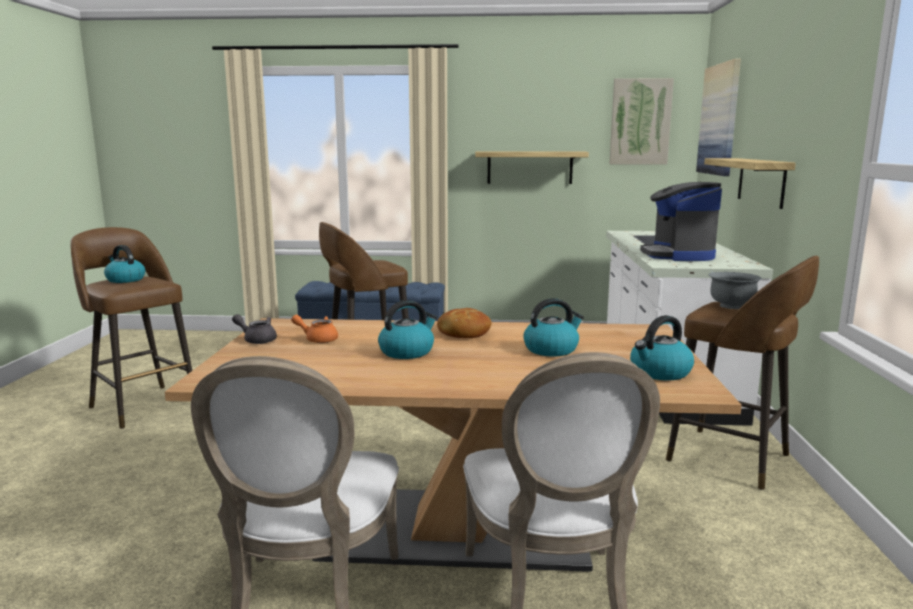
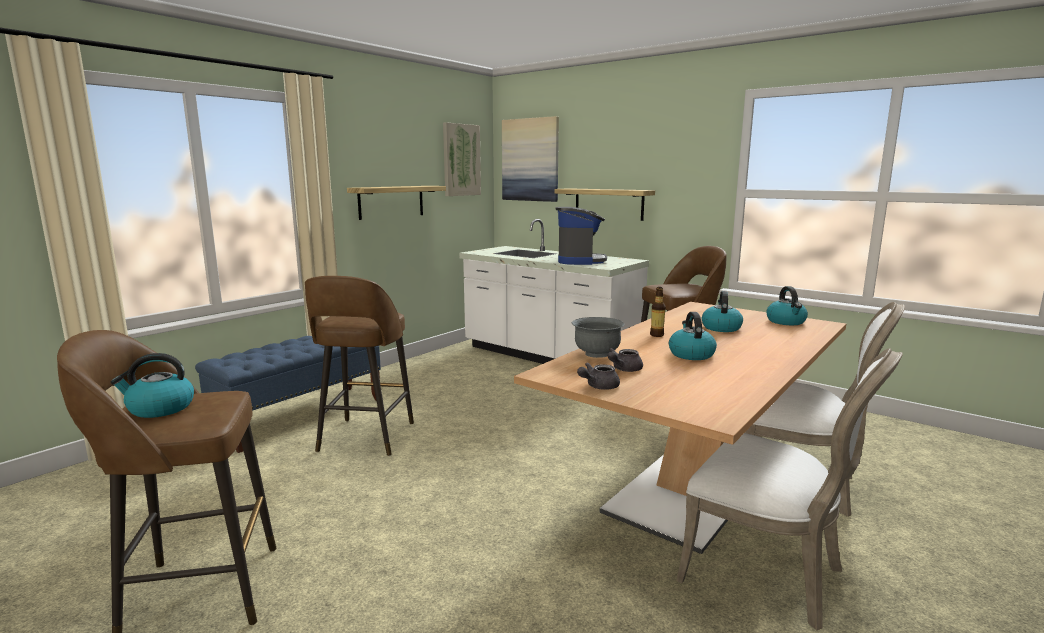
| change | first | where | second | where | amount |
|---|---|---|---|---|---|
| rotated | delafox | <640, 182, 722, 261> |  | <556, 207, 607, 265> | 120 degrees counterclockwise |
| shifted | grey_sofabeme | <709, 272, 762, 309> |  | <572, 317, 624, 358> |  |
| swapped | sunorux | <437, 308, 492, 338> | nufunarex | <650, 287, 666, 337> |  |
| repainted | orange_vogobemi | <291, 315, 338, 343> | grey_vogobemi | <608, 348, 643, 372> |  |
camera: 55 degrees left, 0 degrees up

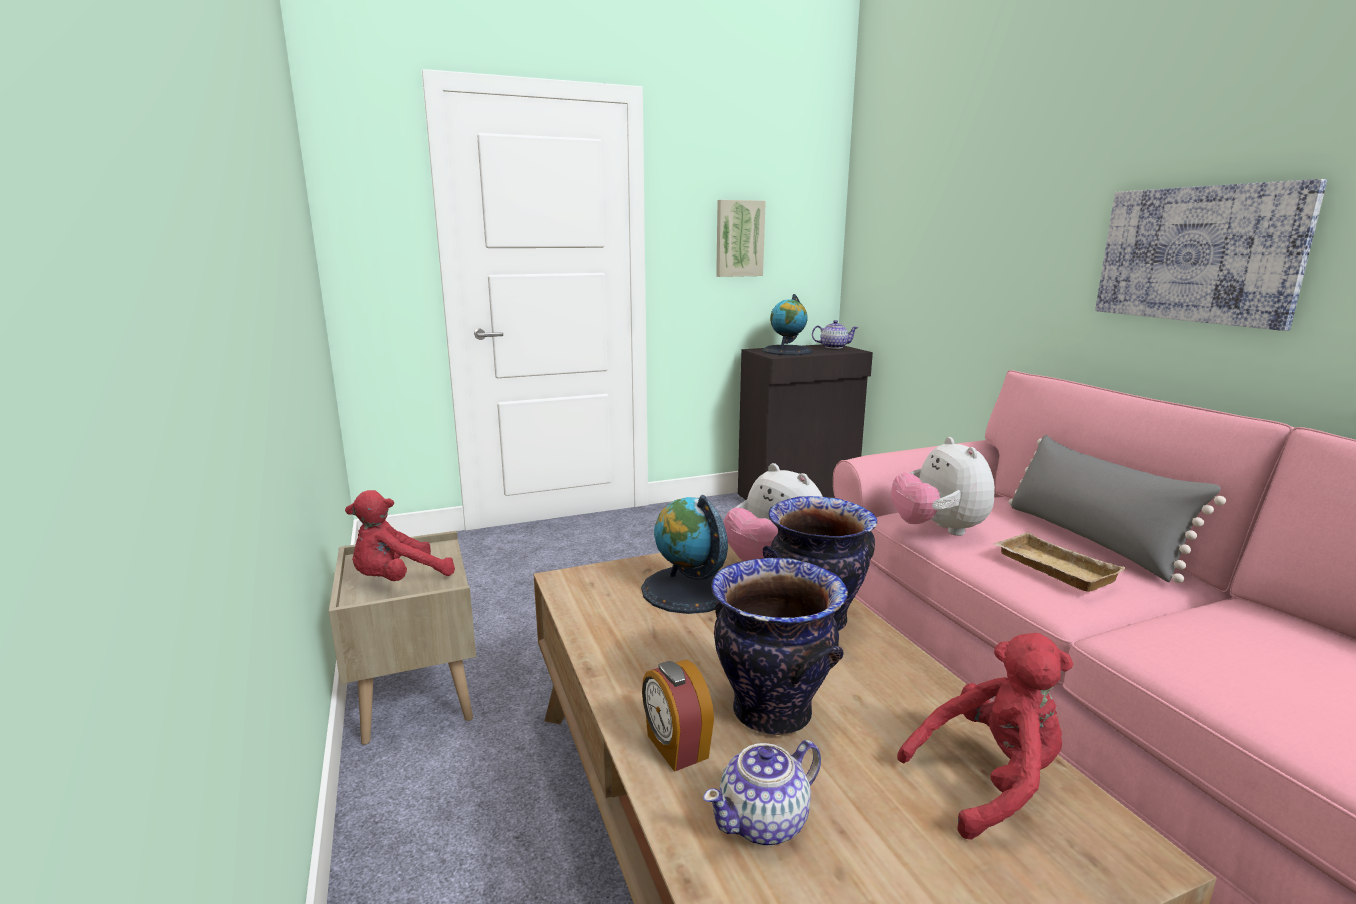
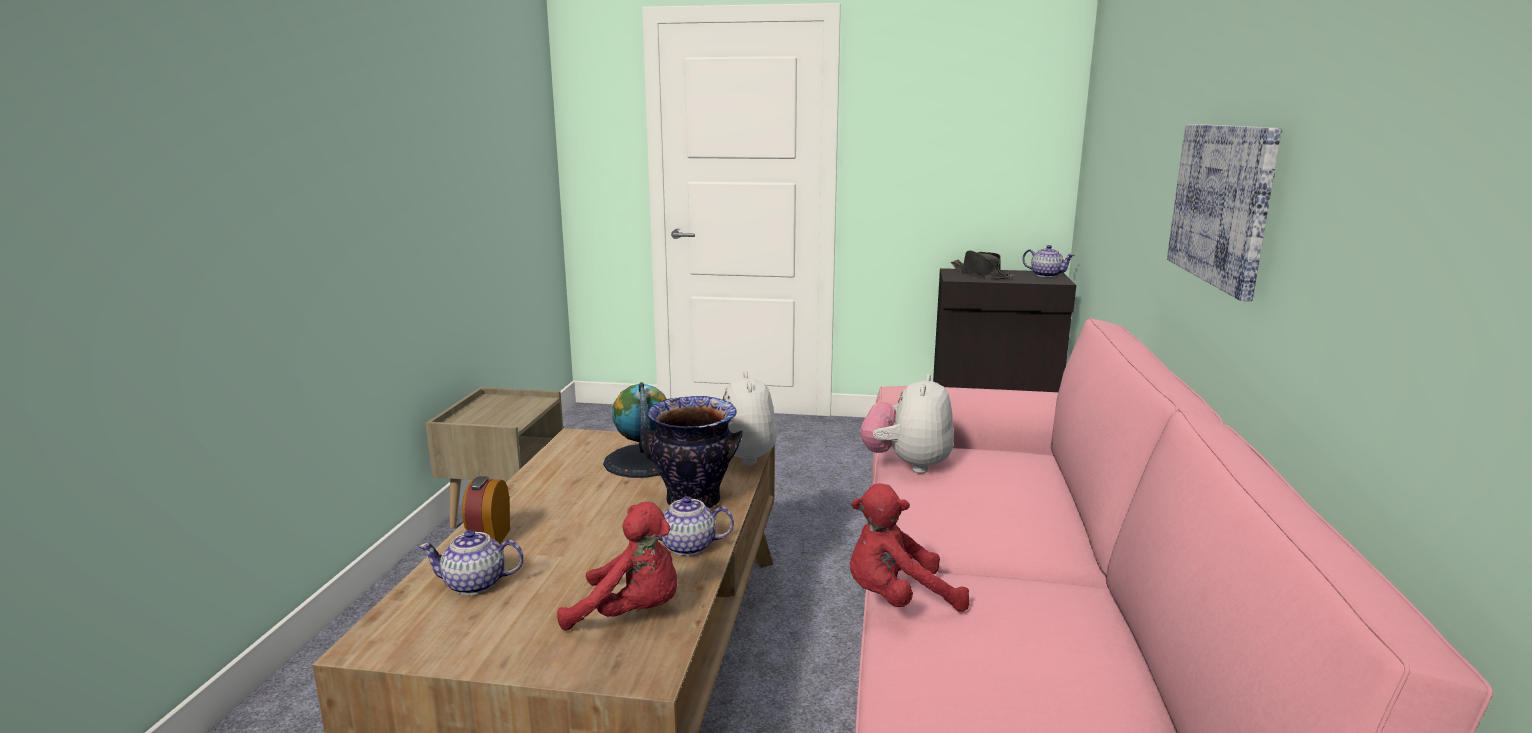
| change | first | where | second | where | amount |
|---|---|---|---|---|---|
| gone | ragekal | <716, 200, 766, 277> |  |  |  |
| swapped | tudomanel | <762, 294, 813, 355> | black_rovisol | <951, 250, 1014, 279> |  |
| gone | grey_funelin | <1008, 435, 1226, 583> |  |  |  |
| shifted | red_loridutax | <345, 490, 455, 581> |  | <850, 484, 970, 612> |  |
| gone | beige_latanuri | <993, 532, 1126, 592> |  |  |  |
| gone | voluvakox | <711, 557, 848, 735> |  |  |  |
| new |  |  | vogobemi | <659, 496, 734, 556> |  |
camera: 30 degrees right, 0 degrees up

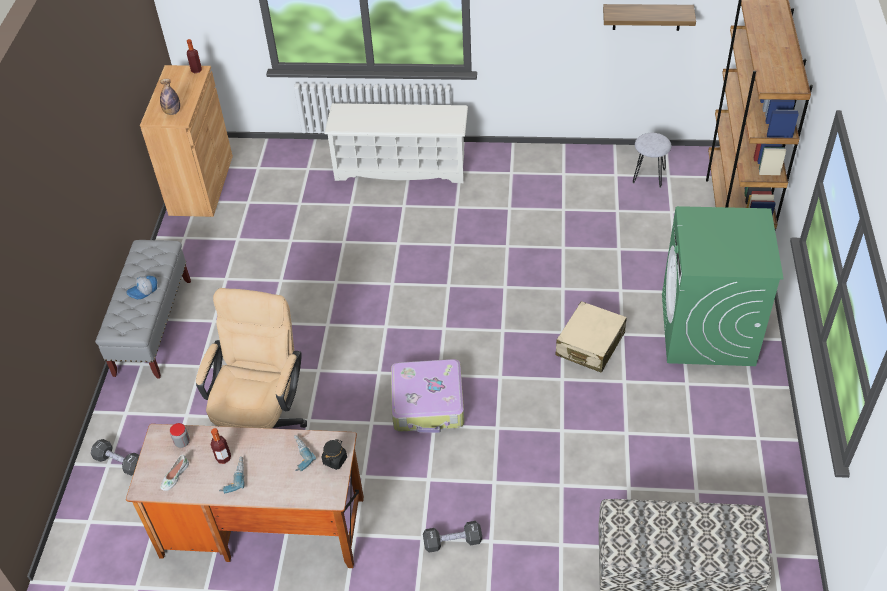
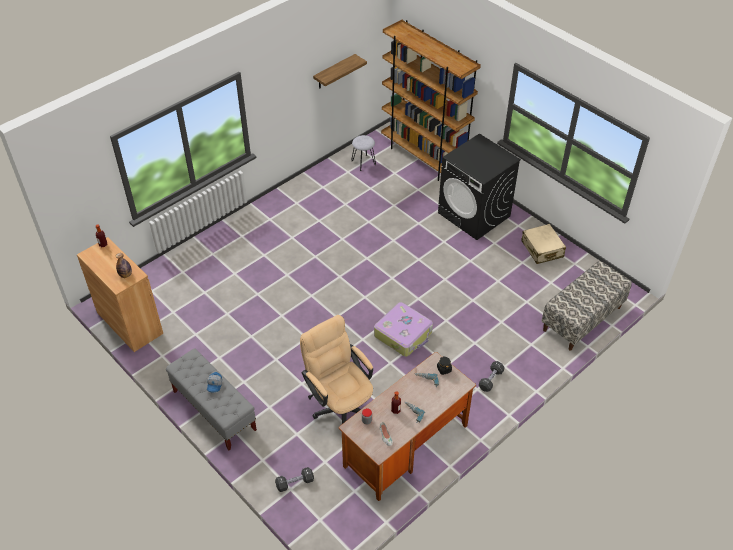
| change | first | where | second | where | amount |
|---|---|---|---|---|---|
| gone | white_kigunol | <324, 103, 468, 183> |  |  |  |
| repainted | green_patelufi | <662, 206, 784, 366> | black_patelufi | <438, 133, 521, 240> |  |
| shifted | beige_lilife | <556, 301, 627, 373> |  | <521, 224, 566, 264> |  |
camera: 50 degrees left, 0 degrees up

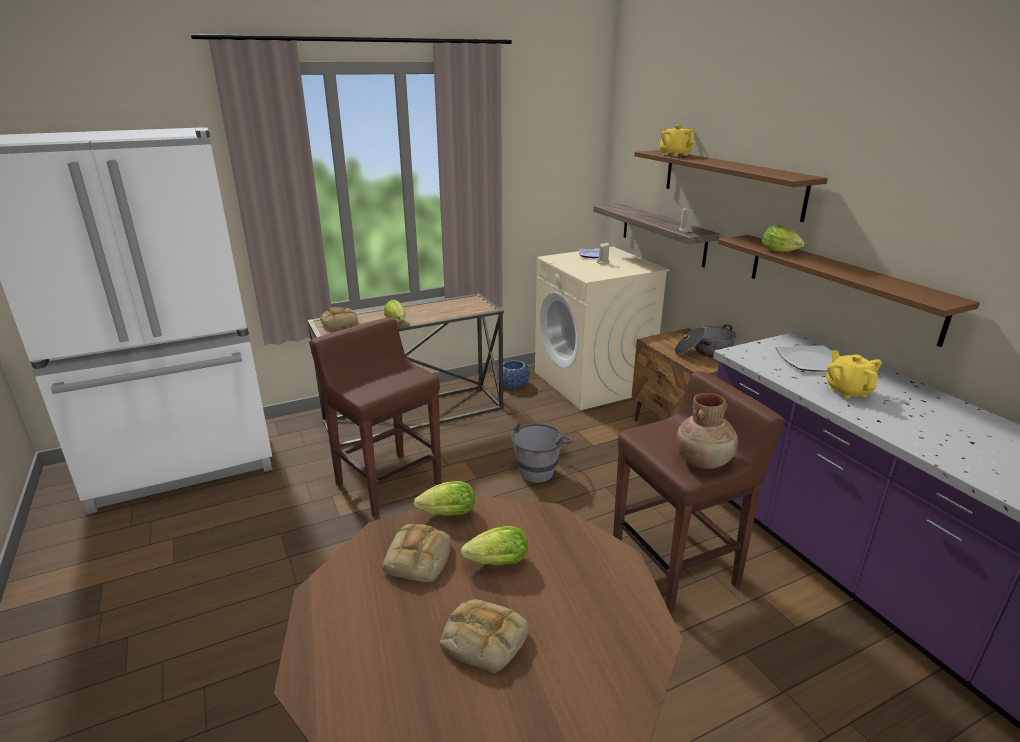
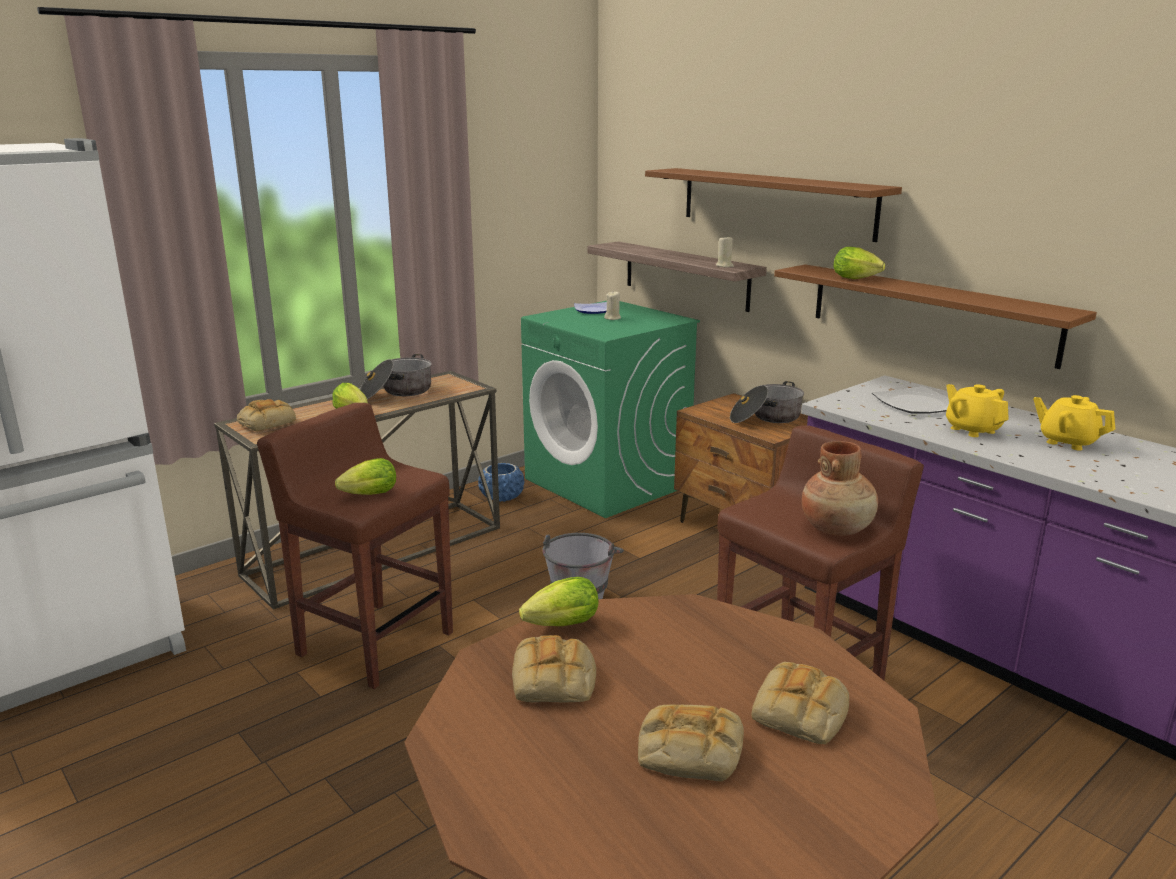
| change | first | where | second | where | amount |
|---|---|---|---|---|---|
| shifted | yellow_vogobemi | <660, 125, 694, 157> |  | <1033, 395, 1115, 451> |  |
| repainted | beige_patelufi | <535, 247, 670, 410> | green_patelufi | <521, 301, 700, 518> |  |
| shifted | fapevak | <461, 526, 528, 565> |  | <335, 458, 396, 495> |  |
| new |  |  | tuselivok | <360, 354, 432, 399> |  |
| new |  |  | sunorux | <752, 662, 849, 744> |  |
camera: 15 degrees left, 5 degrees down

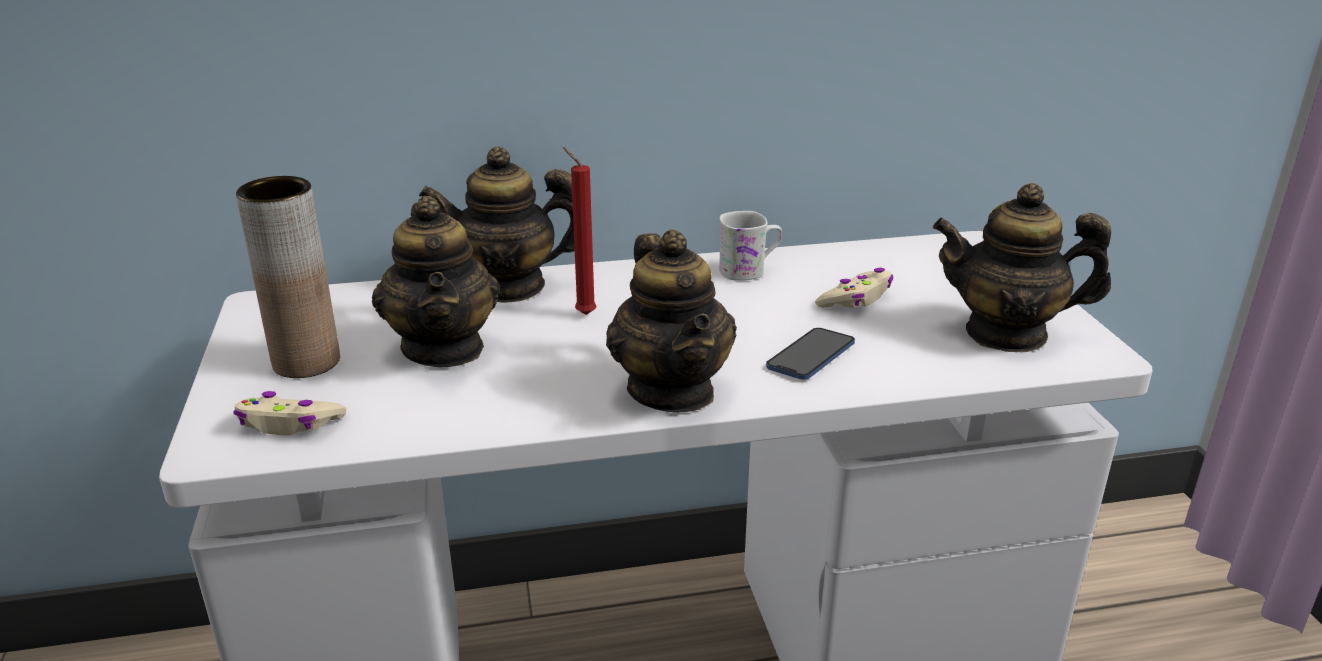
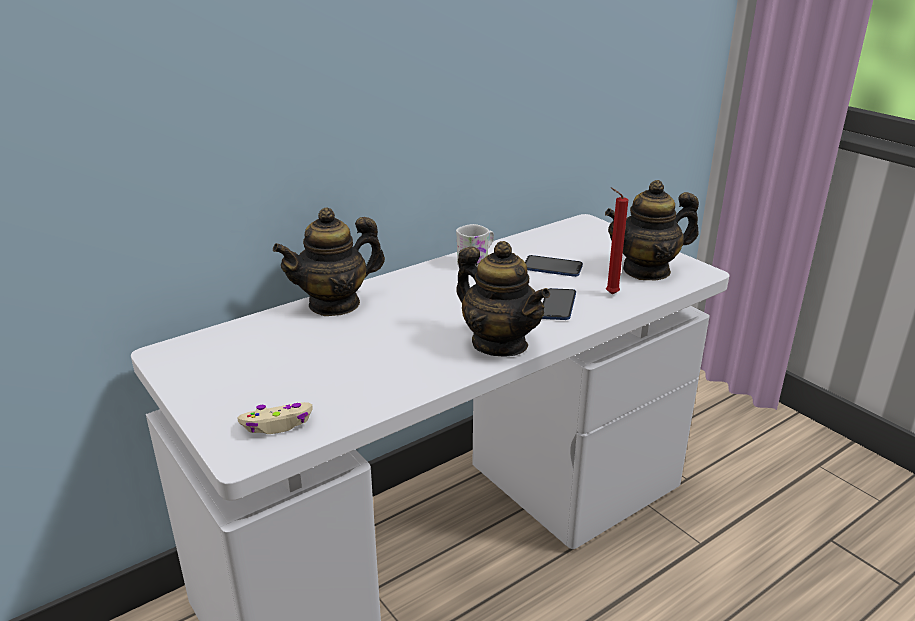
| change | first | where | second | where | amount |
|---|---|---|---|---|---|
| shifted | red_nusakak | <563, 147, 597, 315> |  | <606, 188, 628, 294> |  |
| gone | brown_voluvakox | <236, 176, 340, 378> |  |  |  |
| gone | vogobemi | <372, 196, 500, 367> |  |  |  |
| swapped | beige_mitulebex | <815, 268, 893, 308> | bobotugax | <525, 255, 583, 277> |  |
camera: 25 degrees left, 0 degrees up

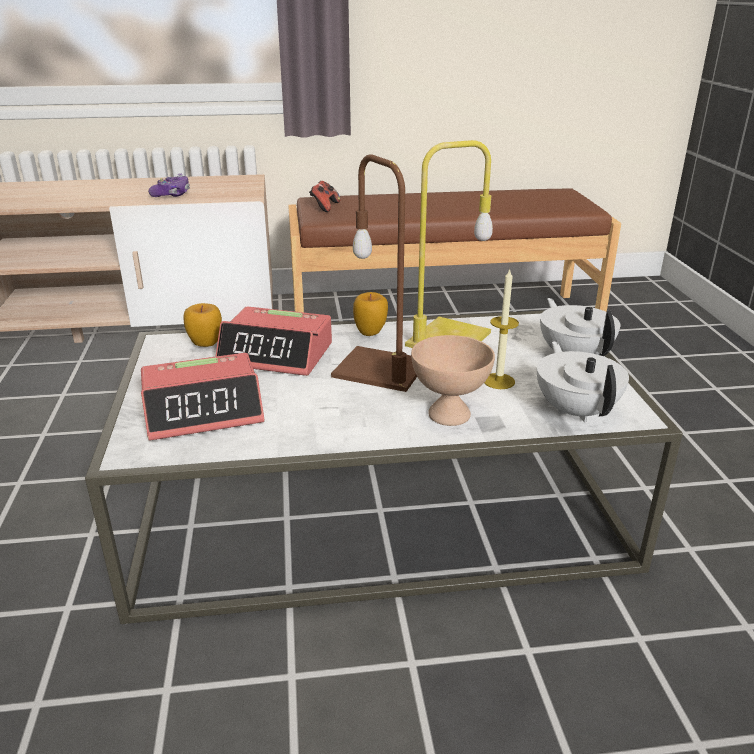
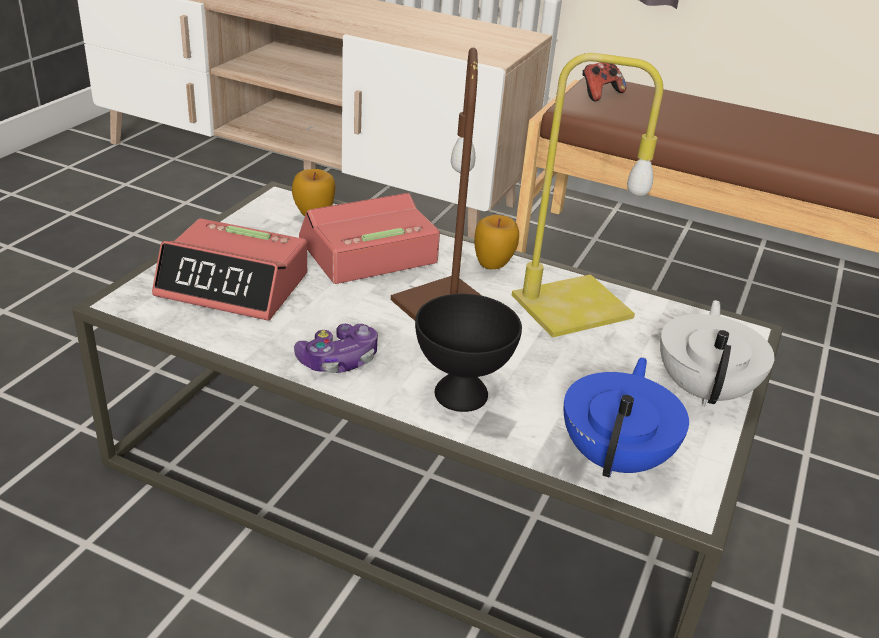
| change | first | where | second | where | amount |
|---|---|---|---|---|---|
| shifted | mitulebex | <148, 173, 190, 197> |  | <294, 324, 378, 373> |  |
| gone | nusakak | <484, 268, 519, 389> |  |  |  |
| rotated | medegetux | <215, 306, 332, 376> |  | <299, 193, 440, 284> | 105 degrees clockwise |
| repainted | beige_sofabeme | <411, 335, 495, 426> | black_sofabeme | <415, 294, 522, 412> |  |
| repainted | white_vogobemi | <537, 341, 629, 423> | blue_vogobemi | <564, 357, 689, 477> |  |
camera: 30 degrees right, 5 degrees up

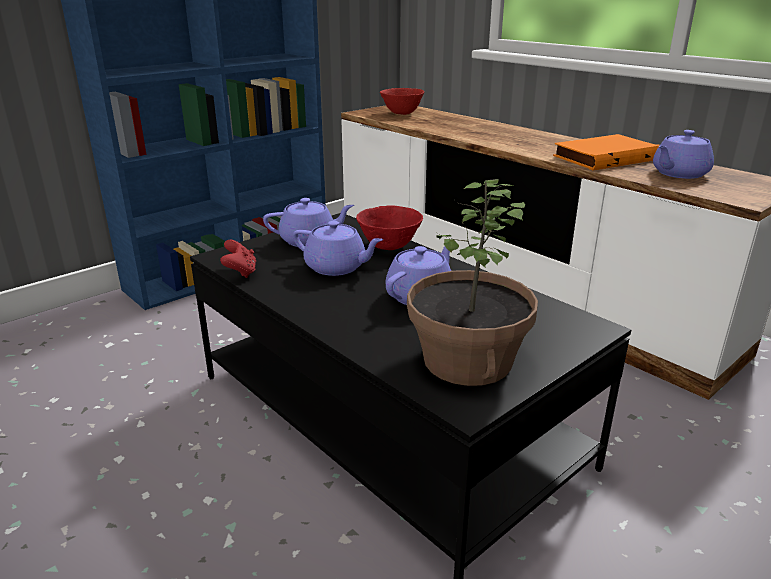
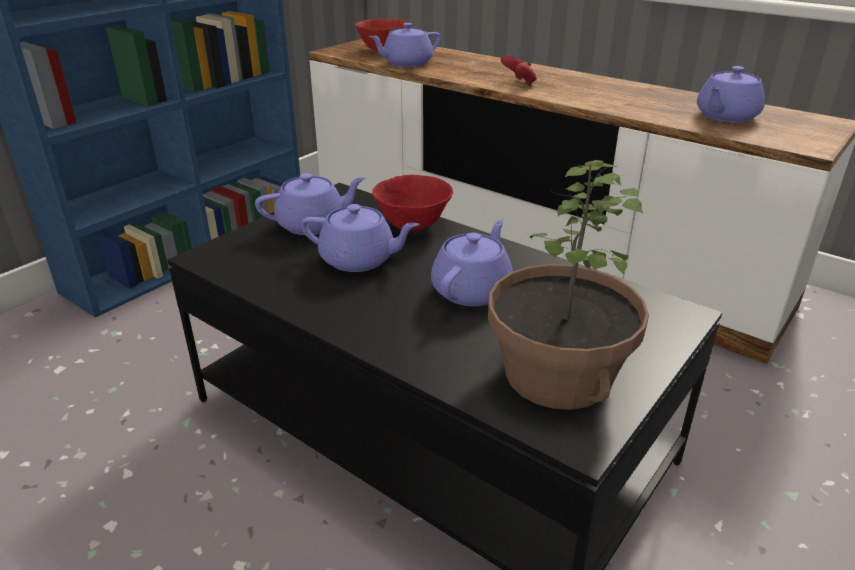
| change | first | where | second | where | amount |
|---|---|---|---|---|---|
| gone | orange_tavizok | <553, 134, 660, 170> |  |  |  |
| shifted | red_mitulebex | <220, 240, 256, 278> |  | <501, 55, 536, 86> |  |
| new |  |  | purple_vogobemi | <369, 23, 441, 67> |  |
camera: 10 degrees left, 5 degrees up

